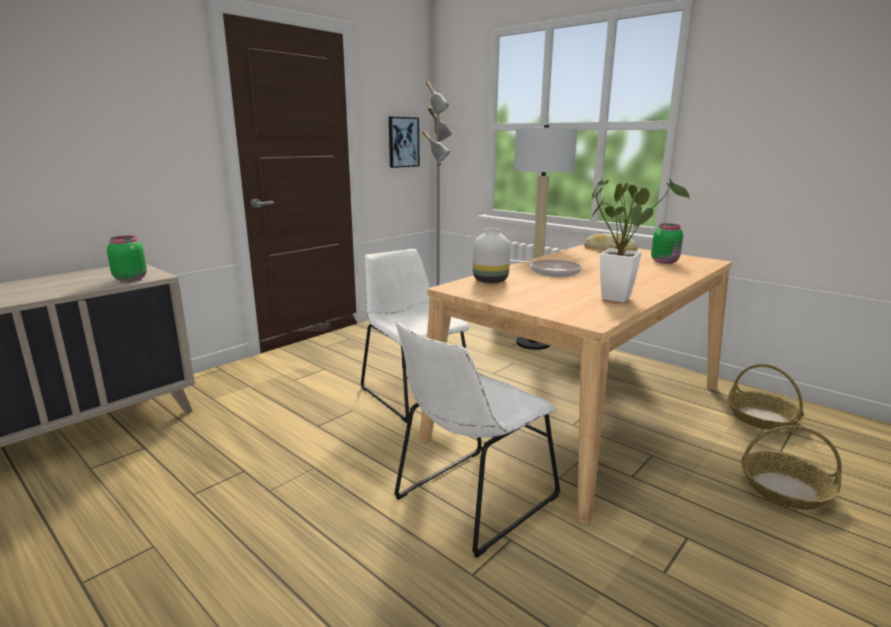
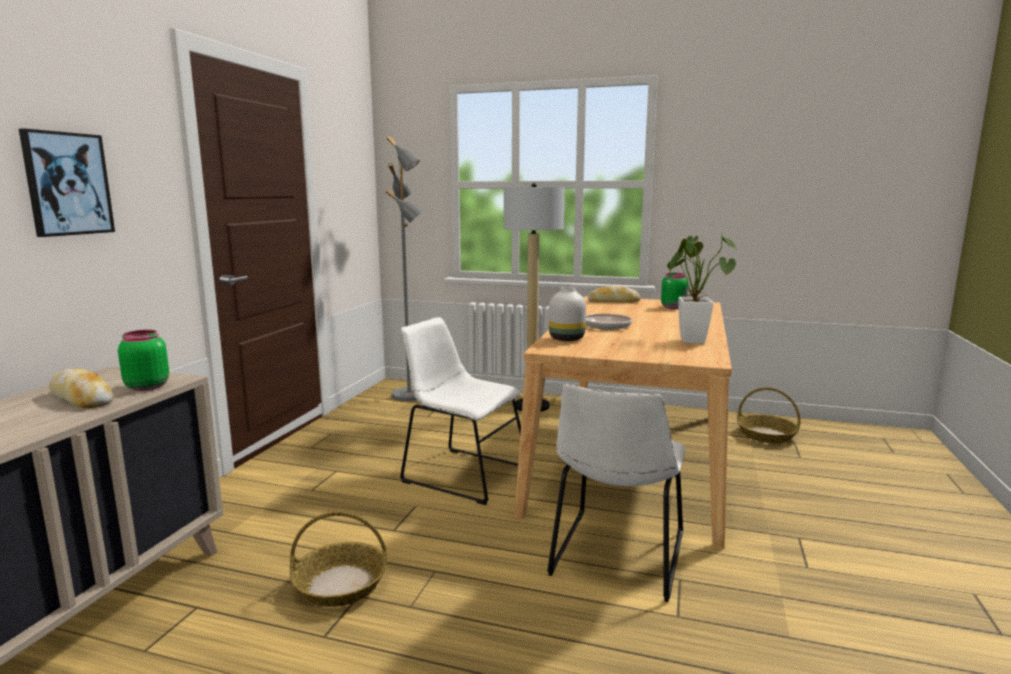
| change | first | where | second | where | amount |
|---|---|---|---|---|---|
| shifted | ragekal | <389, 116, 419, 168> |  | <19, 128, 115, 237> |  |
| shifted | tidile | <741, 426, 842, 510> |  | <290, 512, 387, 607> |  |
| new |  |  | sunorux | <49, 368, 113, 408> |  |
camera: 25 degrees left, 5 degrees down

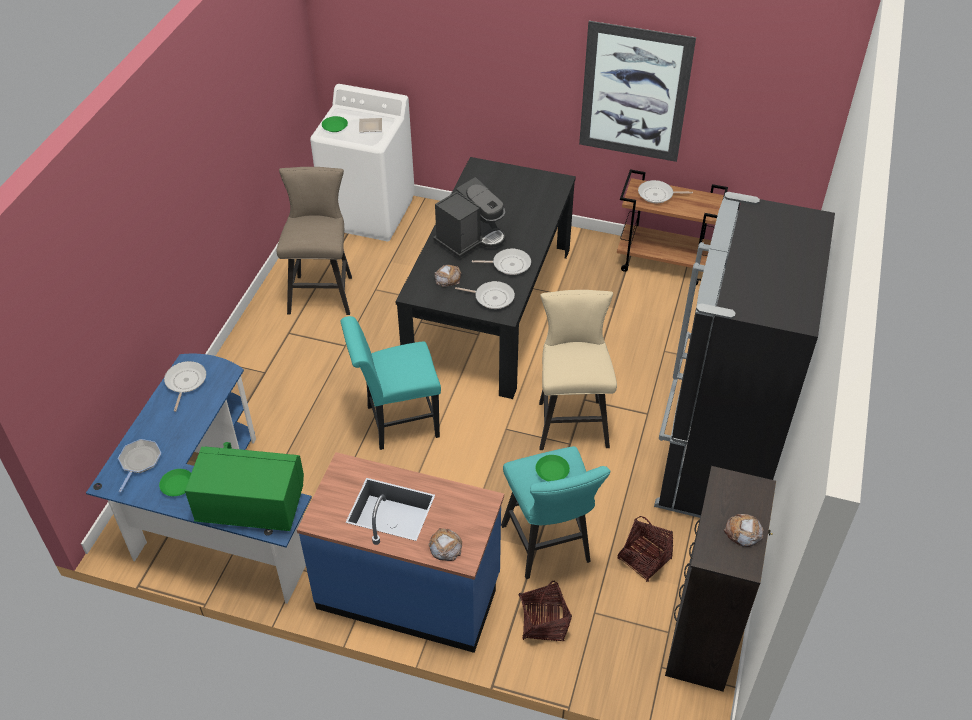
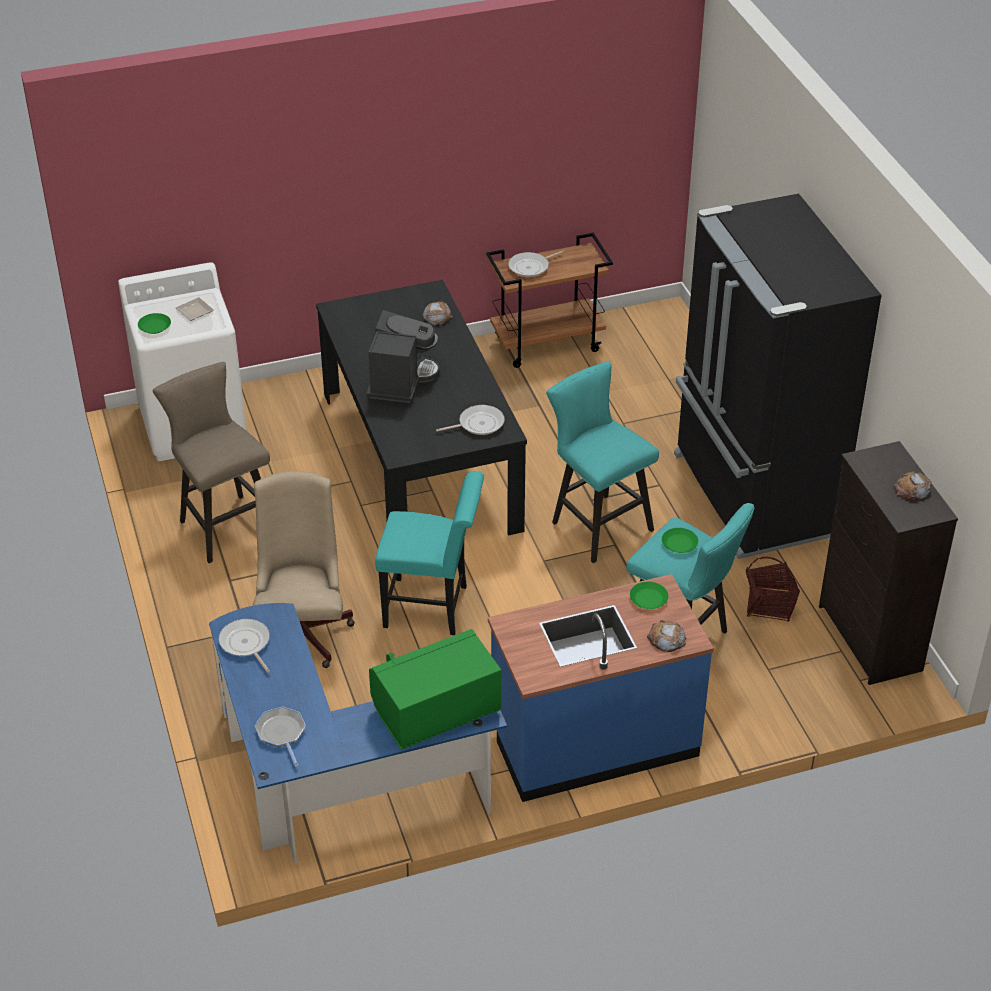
| change | first | where | second | where | amount |
|---|---|---|---|---|---|
| gone | ragekal | <579, 21, 696, 162> |  |  |  |
| gone | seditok | <472, 248, 531, 275> |  |  |  |
| shifted | sunorux | <435, 265, 461, 287> |  | <422, 301, 453, 325> |  |
| repainted | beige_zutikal | <539, 290, 617, 450> | turquoise_zutikal | <546, 361, 659, 563> |  |
| rotated | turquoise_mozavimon | <340, 316, 441, 450> |  | <375, 471, 484, 635> | 120 degrees counterclockwise |
| shifted | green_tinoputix | <159, 469, 191, 496> |  | <630, 582, 668, 609> |  |
| gone | tidile | <519, 581, 572, 641> |  |  |  |
| new |  |  | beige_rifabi | <253, 471, 355, 668> |  |
camera: 35 degrees left, 5 degrees down

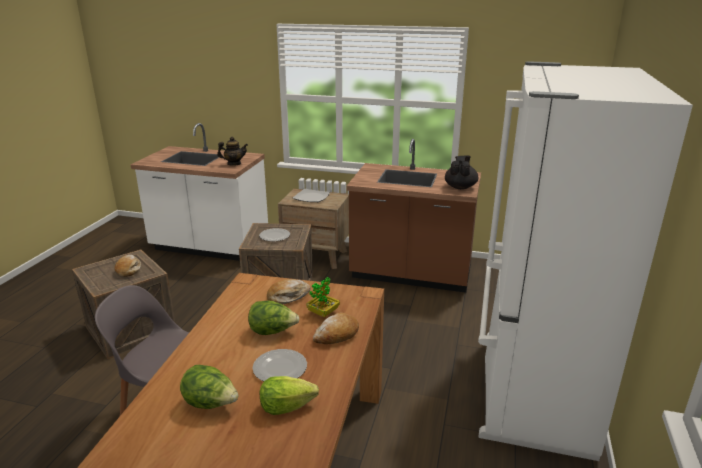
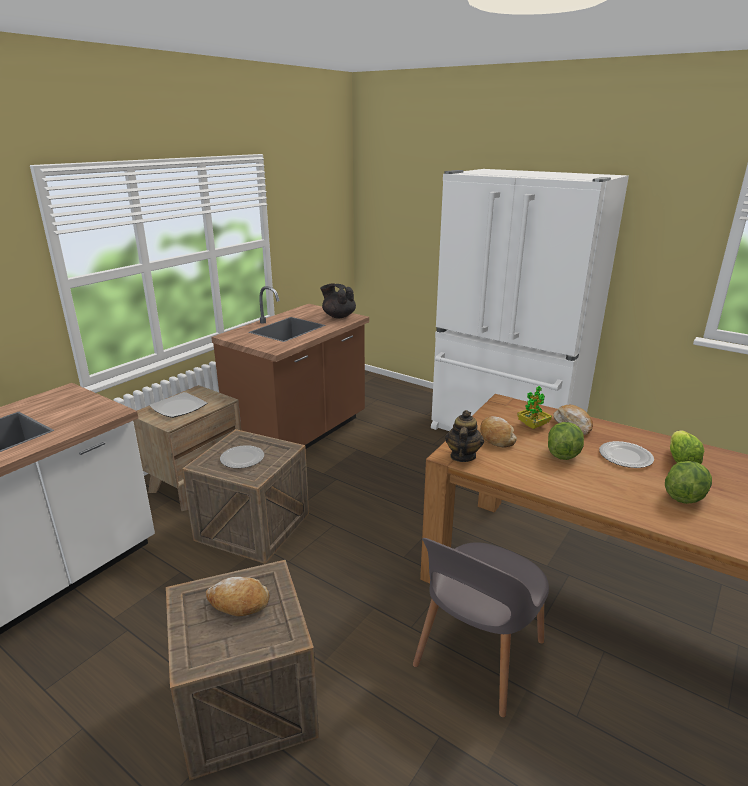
| change | first | where | second | where | amount |
|---|---|---|---|---|---|
| shifted | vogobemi | <217, 137, 248, 166> |  | <445, 410, 484, 462> |  |
camera: 70 degrees left, 0 degrees up

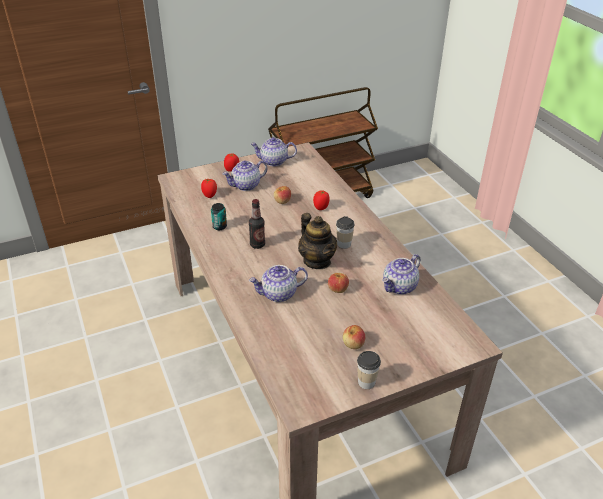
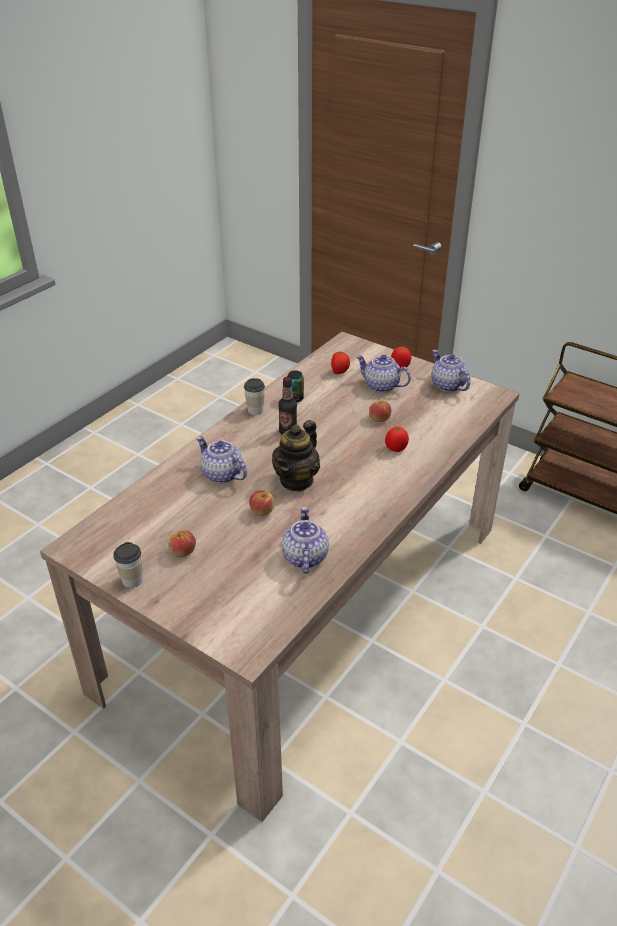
| change | first | where | second | where | amount |
|---|---|---|---|---|---|
| shifted | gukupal | <336, 216, 355, 249> |  | <244, 378, 265, 415> |  |
| rotated | vogobemi | <383, 254, 420, 295> |  | <282, 507, 329, 574> | 75 degrees clockwise |
camera: 60 degrees right, 0 degrees up

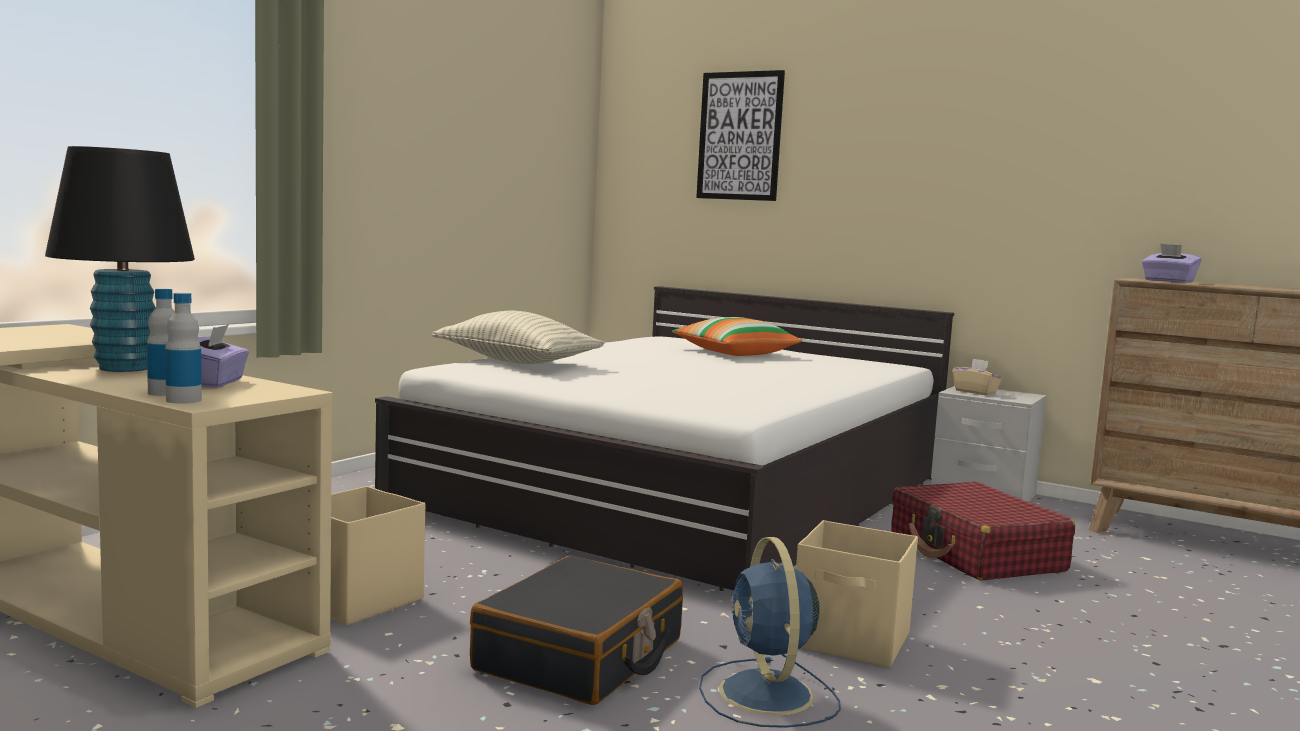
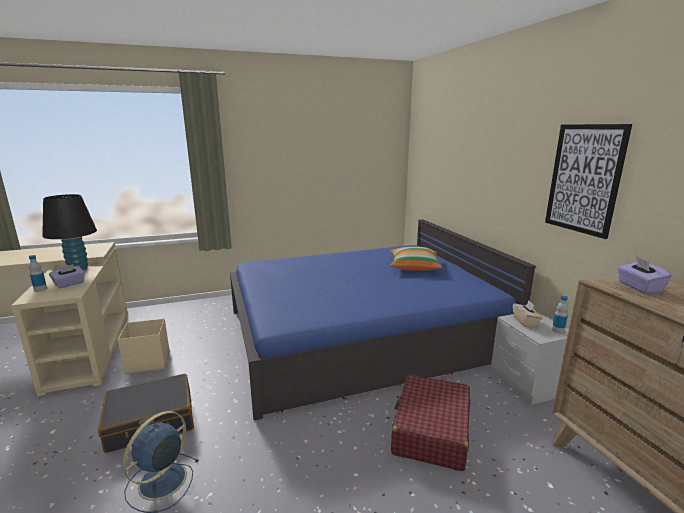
| change | first | where | second | where | amount |
|---|---|---|---|---|---|
| shifted | ragekal | <696, 70, 785, 201> |  | <545, 124, 632, 239> |  |
| repainted | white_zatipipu | <375, 286, 954, 591> | blue_zatipipu | <230, 219, 536, 420> |  |
| shifted | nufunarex | <165, 293, 202, 404> |  | <552, 296, 568, 333> |  |
| gone | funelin | <432, 311, 604, 364> |  |  |  |
| gone | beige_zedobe | <796, 520, 918, 668> |  |  |  |
camera: 40 degrees right, 10 degrees up

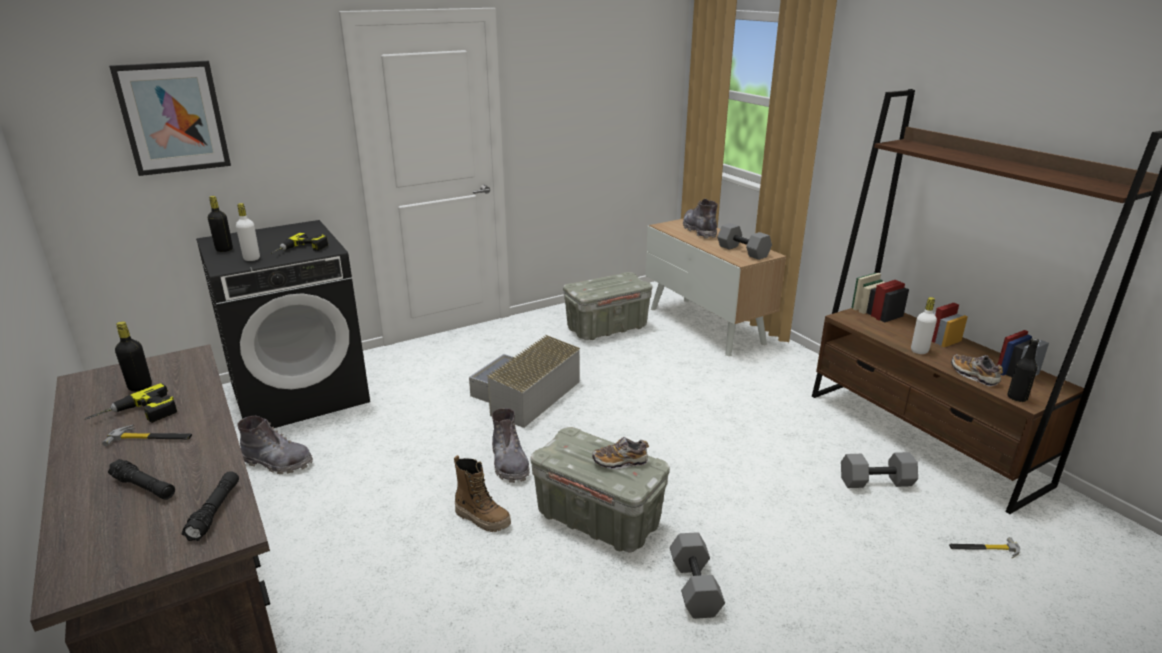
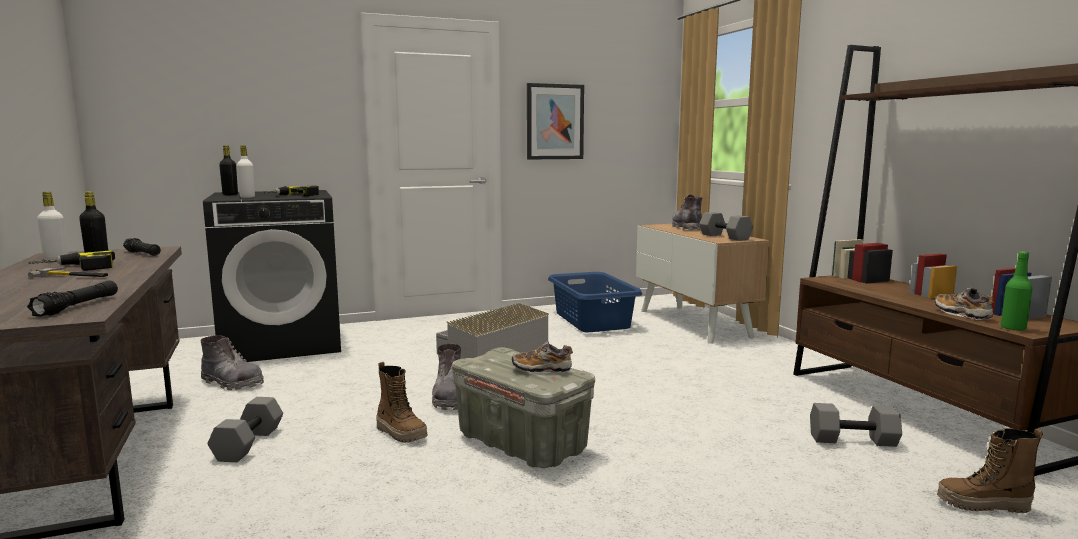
| change | first | where | second | where | amount |
|---|---|---|---|---|---|
| shifted | ragekal | <109, 61, 231, 176> |  | <527, 83, 584, 159> |  |
| swapped | grey_zedobe | <563, 272, 652, 340> | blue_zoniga | <548, 272, 642, 332> |  |
| shifted | white_nufunarex | <911, 297, 937, 354> |  | <37, 192, 68, 260> |  |
| repainted | black_nufunarex | <1007, 338, 1039, 402> | green_nufunarex | <1001, 252, 1033, 331> |  |
| shifted | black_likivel | <108, 459, 175, 500> |  | <123, 238, 161, 256> |  |
| shifted | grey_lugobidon | <670, 532, 725, 619> |  | <207, 397, 283, 462> |  |
| swapped | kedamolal | <949, 537, 1020, 558> | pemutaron | <937, 428, 1043, 513> |  |
camera: 10 degrees right, 15 degrees down

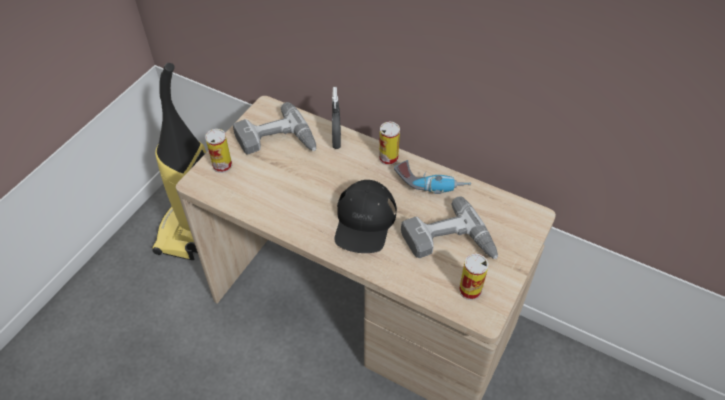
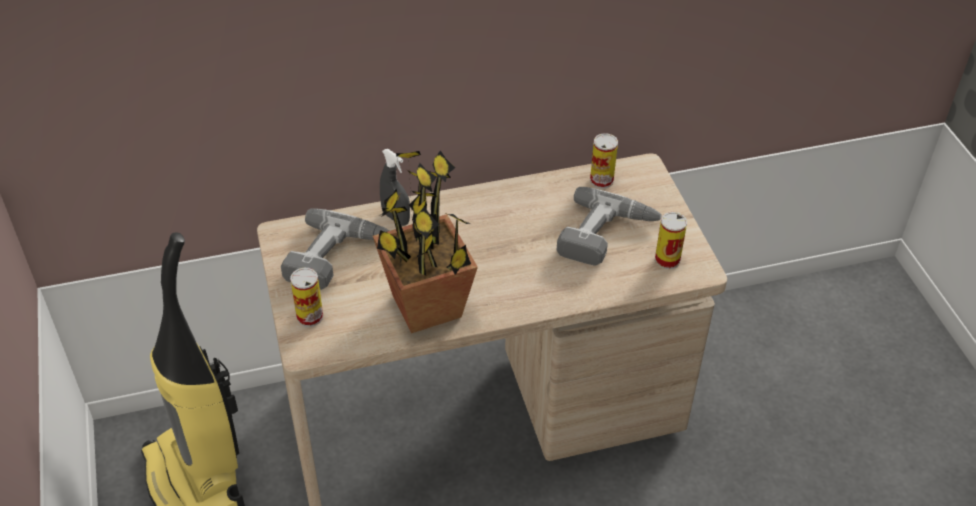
| change | first | where | second | where | amount |
|---|---|---|---|---|---|
| shifted | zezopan | <379, 122, 400, 166> |  | <590, 133, 618, 189> |  |
| gone | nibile | <394, 160, 471, 194> |  |  |  |
| gone | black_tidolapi | <335, 180, 397, 253> |  |  |  |
| new |  |  | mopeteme | <373, 150, 478, 333> |  |
camera: 45 degrees left, 5 degrees down

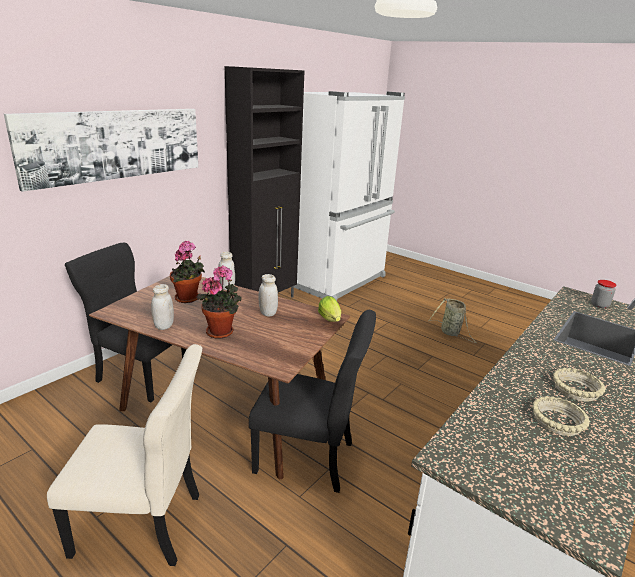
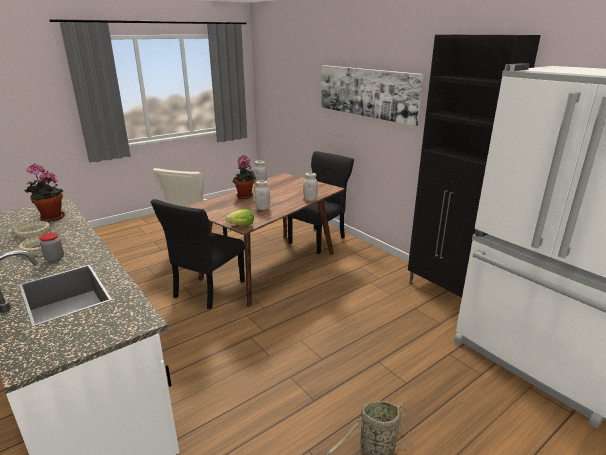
| change | first | where | second | where | amount |
|---|---|---|---|---|---|
| shifted | mopeteme | <170, 241, 205, 303> |  | <24, 164, 65, 222> |  |
| shifted | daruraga | <591, 280, 616, 308> |  | <39, 233, 64, 262> |  |
camera: 105 degrees right, 0 degrees up

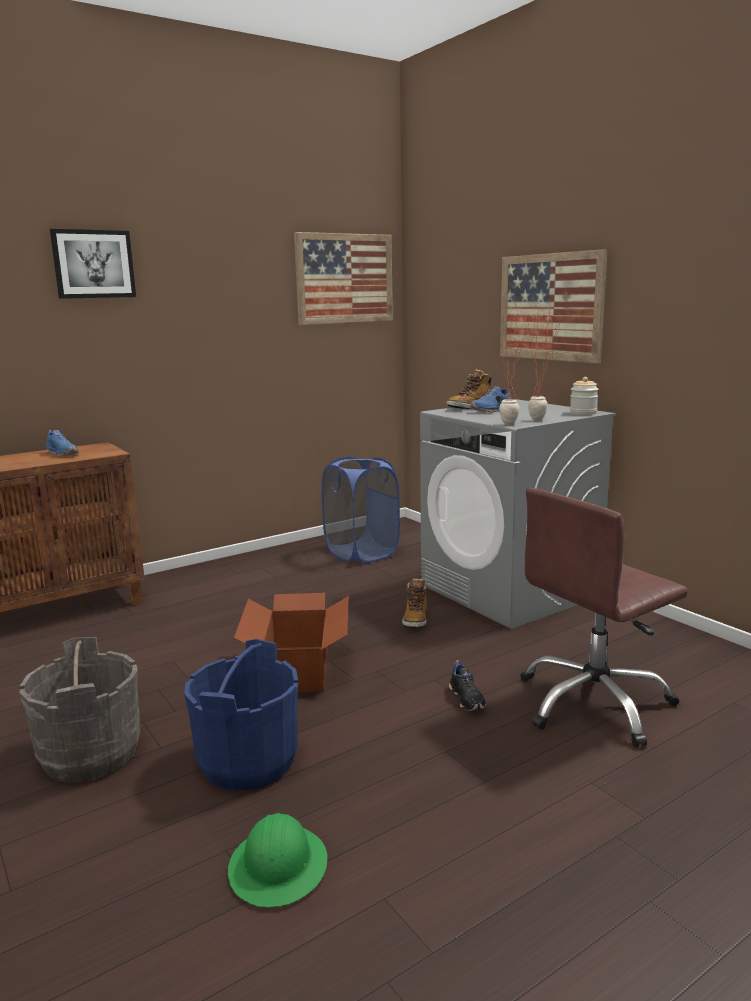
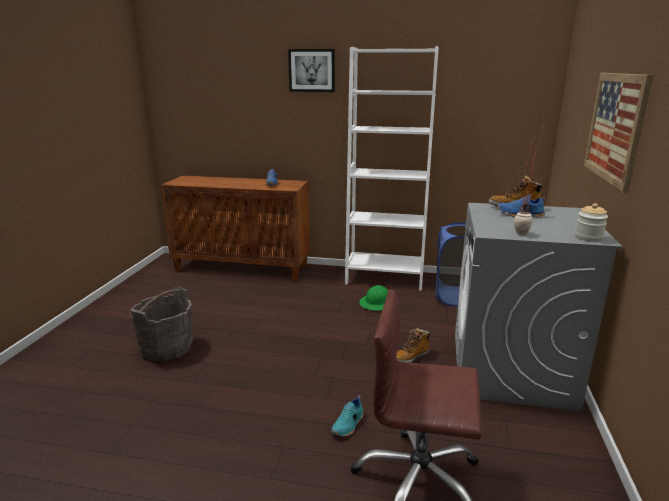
| change | first | where | second | where | amount |
|---|---|---|---|---|---|
| gone | ragekal | <294, 232, 393, 325> |  |  |  |
| gone | mopeteme | <499, 302, 528, 425> |  |  |  |
| gone | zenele | <234, 593, 349, 692> |  |  |  |
| gone | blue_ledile | <184, 639, 298, 790> |  |  |  |
| repainted | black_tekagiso | <449, 660, 486, 711> | turquoise_tekagiso | <331, 395, 363, 437> |  |
| shifted | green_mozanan | <228, 813, 327, 907> |  | <359, 285, 388, 311> |  |
| new |  |  | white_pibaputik | <345, 46, 439, 291> |  |
camera: 45 degrees right, 5 degrees up

